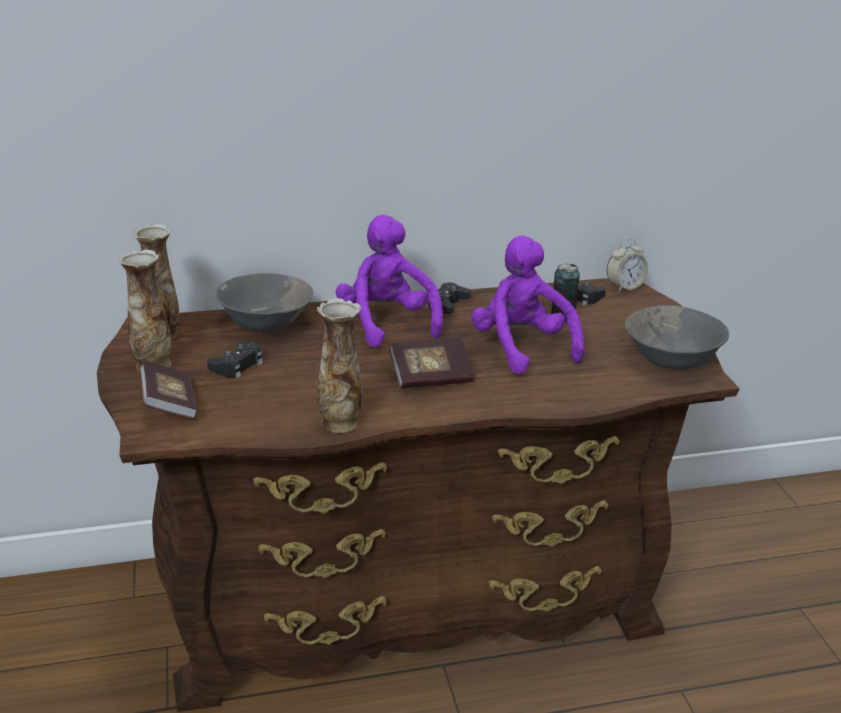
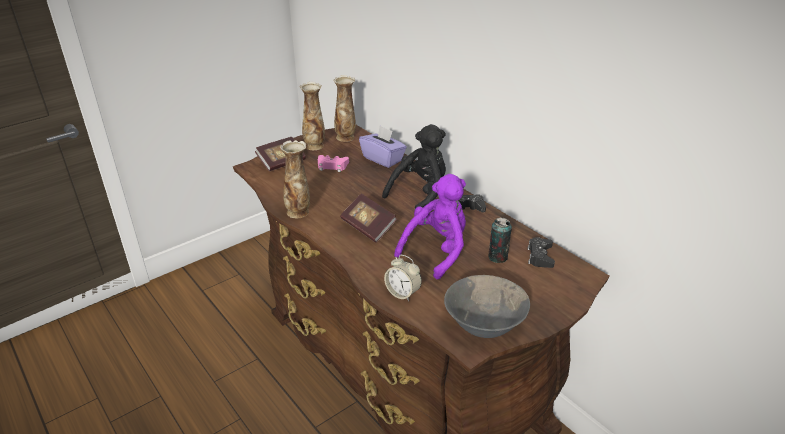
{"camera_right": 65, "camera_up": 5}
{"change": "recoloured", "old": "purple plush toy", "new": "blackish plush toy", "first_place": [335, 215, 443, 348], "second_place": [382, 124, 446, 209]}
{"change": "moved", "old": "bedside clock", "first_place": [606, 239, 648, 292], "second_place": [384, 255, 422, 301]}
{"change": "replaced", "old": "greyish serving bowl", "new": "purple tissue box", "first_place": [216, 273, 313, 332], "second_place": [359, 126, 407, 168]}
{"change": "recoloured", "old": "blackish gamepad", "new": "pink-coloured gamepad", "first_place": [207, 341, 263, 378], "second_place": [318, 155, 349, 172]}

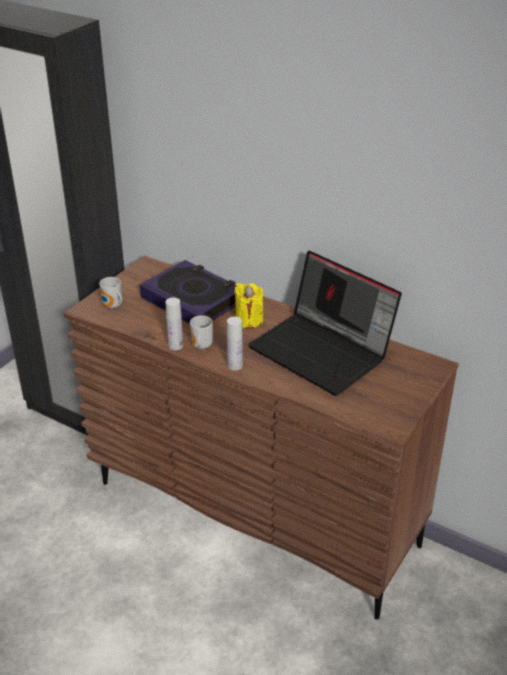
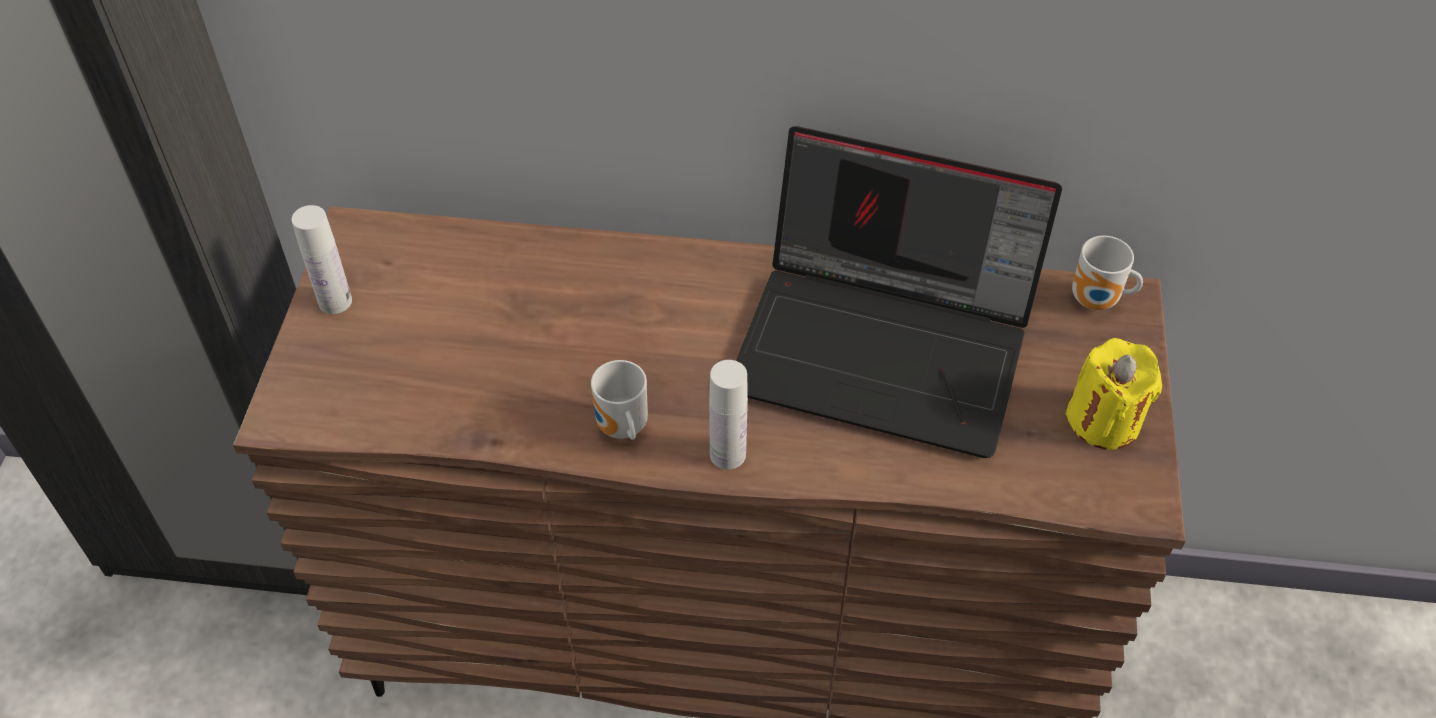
{"camera_right": -25, "camera_up": 15}
{"change": "removed", "old": "book", "first_place": [140, 260, 236, 324]}
{"change": "moved", "old": "tea mug", "first_place": [99, 277, 122, 309], "second_place": [1072, 236, 1143, 310]}
{"change": "moved", "old": "yellow wax light", "first_place": [234, 283, 263, 329], "second_place": [1065, 338, 1162, 449]}
{"change": "moved", "old": "whitish beverage bottle", "first_place": [166, 297, 183, 350], "second_place": [291, 205, 352, 314]}

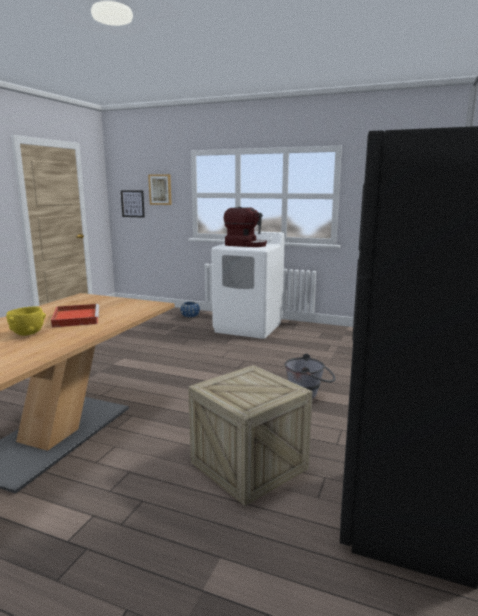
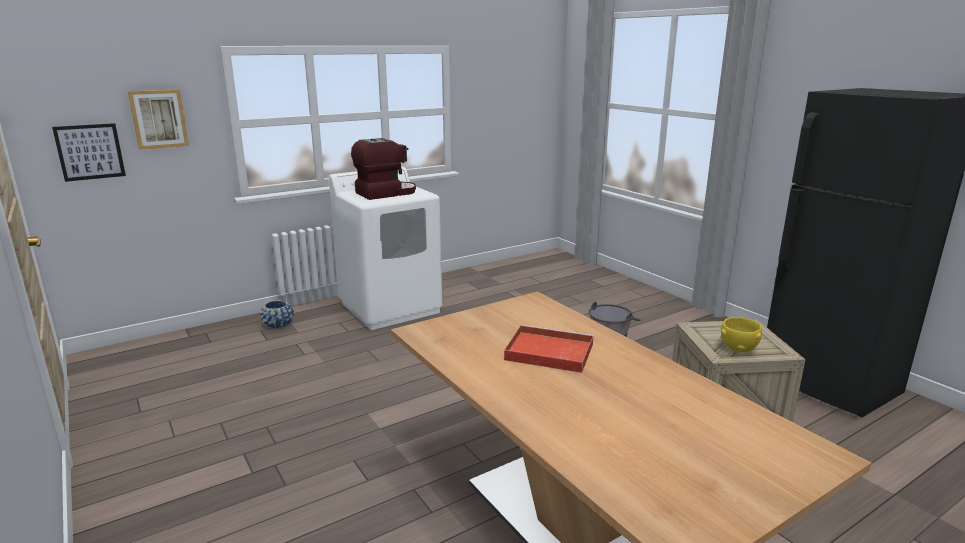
{"camera_right": -55, "camera_up": 5}
{"change": "moved", "old": "yellow serving bowl", "first_place": [6, 306, 46, 336], "second_place": [721, 317, 762, 352]}

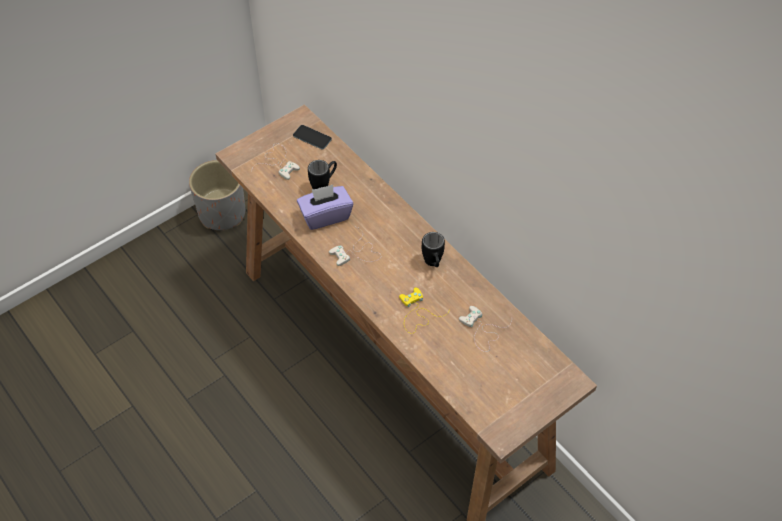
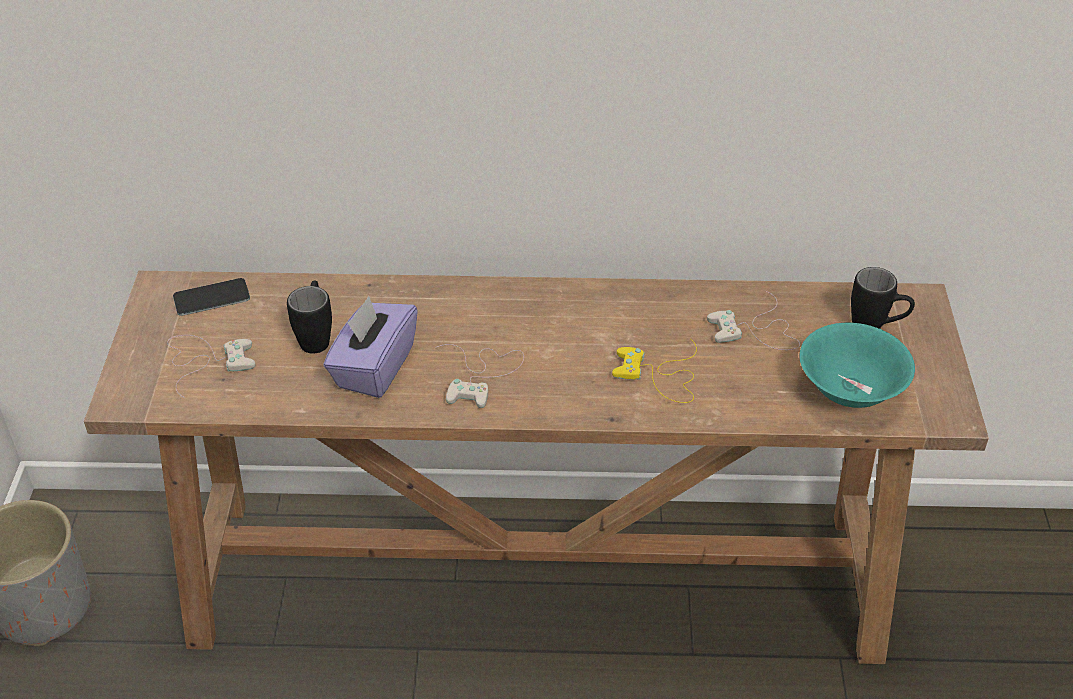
{"camera_right": -50, "camera_up": -10}
{"change": "moved", "old": "blackish tea mug", "first_place": [422, 232, 445, 267], "second_place": [851, 267, 915, 329]}
{"change": "added", "new": "turquoise-coloured serving bowl", "second_place": [800, 323, 915, 408]}

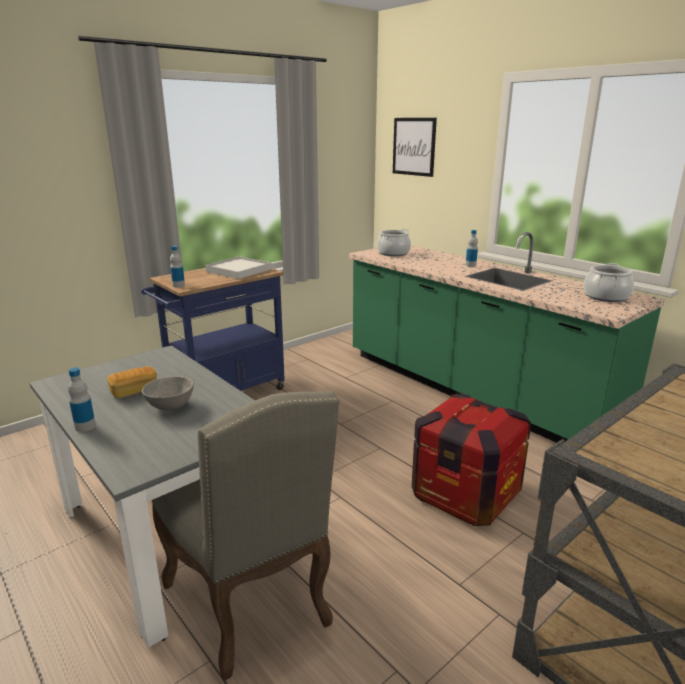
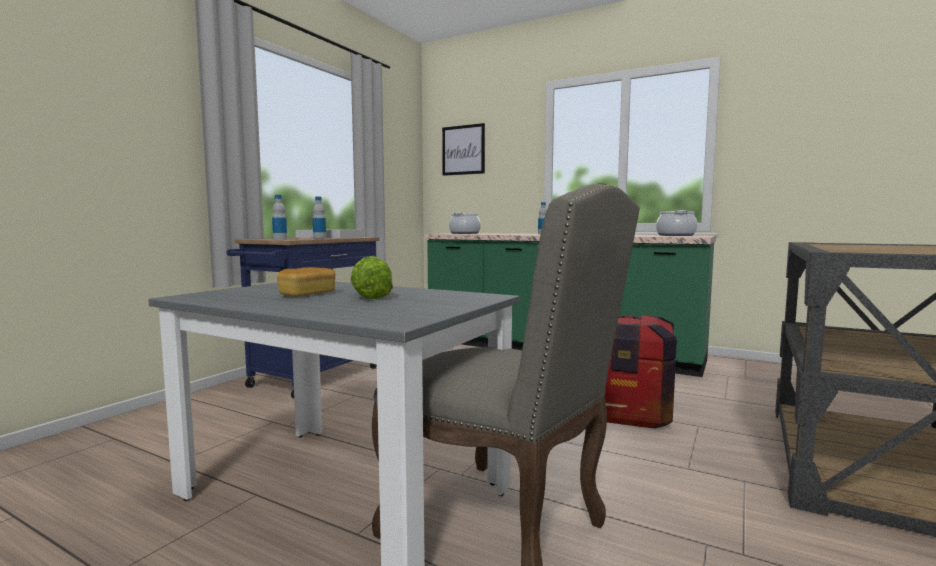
{"camera_right": -20, "camera_up": -15}
{"change": "moved", "old": "beverage bottle", "first_place": [68, 368, 96, 432], "second_place": [313, 197, 326, 239]}
{"change": "replaced", "old": "greyish serving bowl", "new": "lettuce", "first_place": [142, 376, 194, 410], "second_place": [350, 256, 393, 299]}

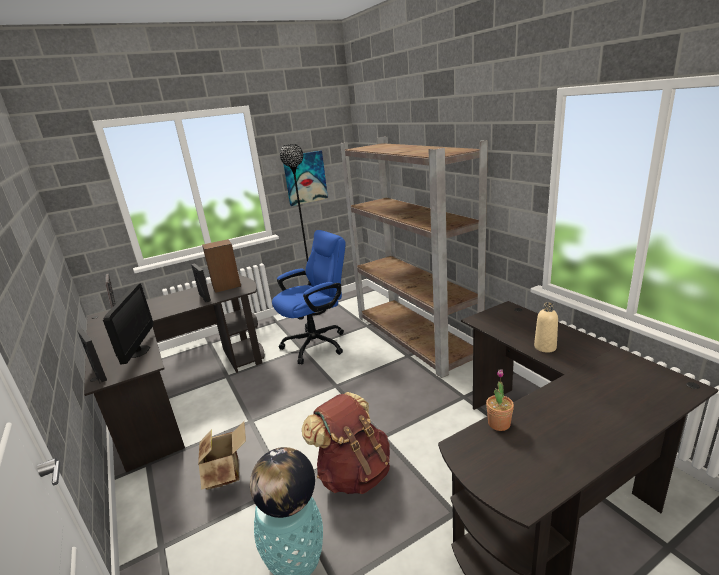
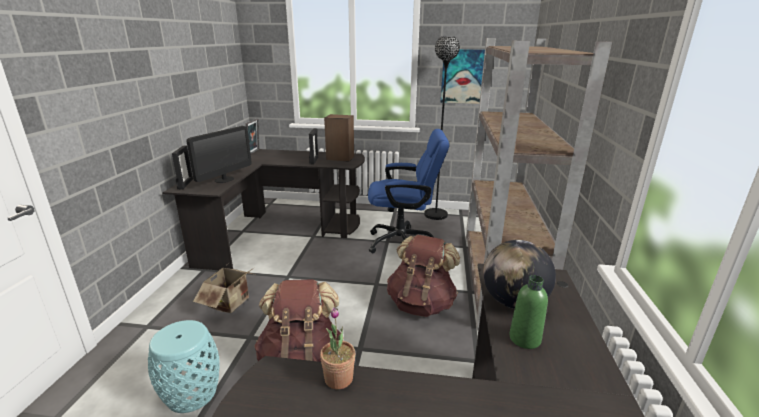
{"camera_right": 35, "camera_up": 0}
{"change": "recoloured", "old": "sand-coloured beverage bottle", "new": "green-coloured beverage bottle", "first_place": [534, 302, 558, 353], "second_place": [509, 275, 548, 349]}
{"change": "moved", "old": "world globe", "first_place": [250, 447, 315, 518], "second_place": [483, 240, 556, 309]}
{"change": "added", "new": "brownish knapsack", "second_place": [387, 235, 460, 317]}

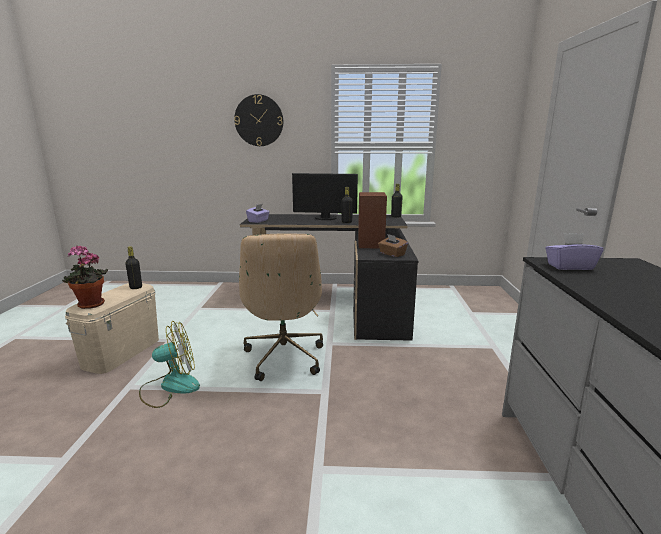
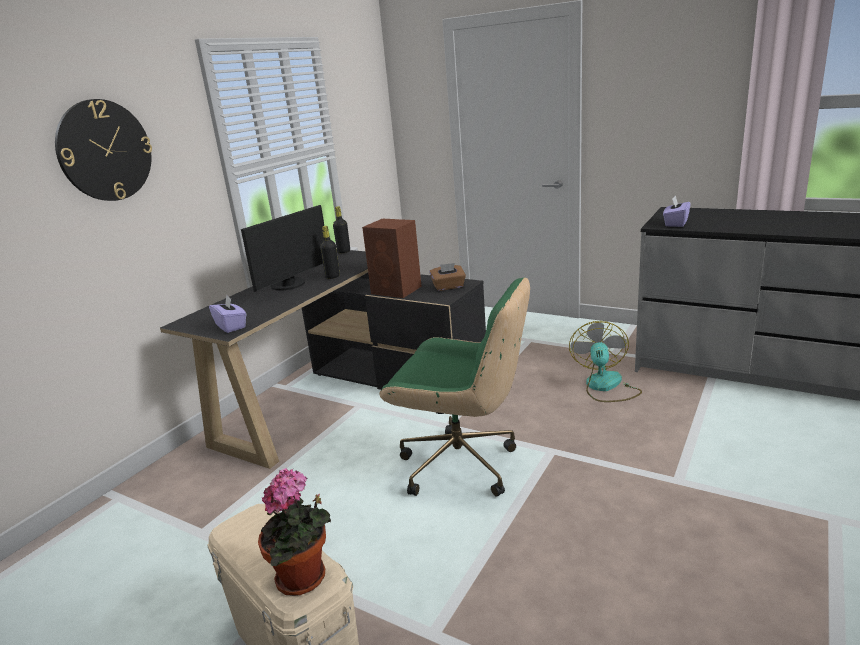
{"camera_right": -60, "camera_up": 5}
{"change": "removed", "old": "blackish beverage bottle", "first_place": [125, 246, 142, 289]}
{"change": "moved", "old": "electric fan", "first_place": [139, 321, 200, 408], "second_place": [569, 321, 642, 402]}

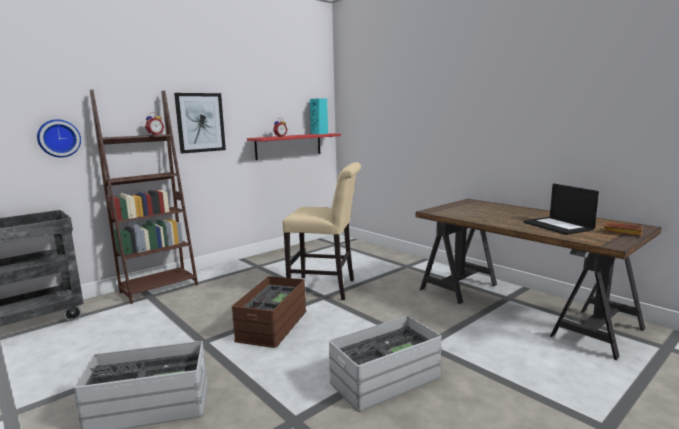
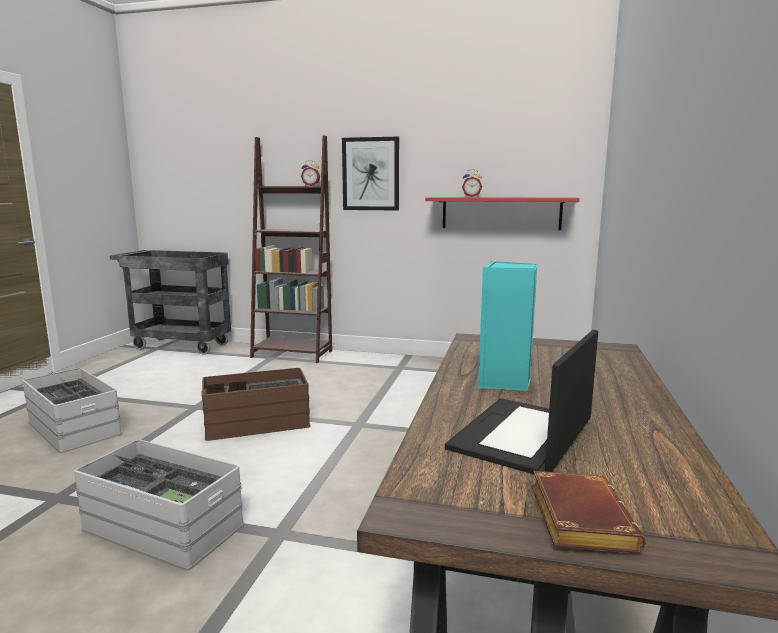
{"camera_right": 55, "camera_up": 0}
{"change": "moved", "old": "turquoise-coloured speaker", "first_place": [310, 98, 328, 134], "second_place": [478, 261, 537, 391]}
{"change": "removed", "old": "clock on the wall", "first_place": [37, 119, 81, 157]}
{"change": "removed", "old": "sand-coloured stool seat", "first_place": [283, 162, 361, 300]}

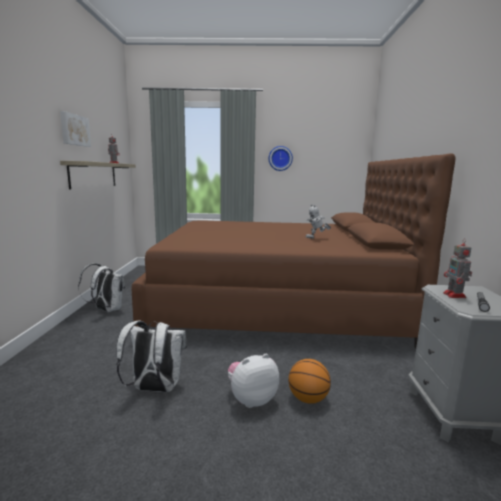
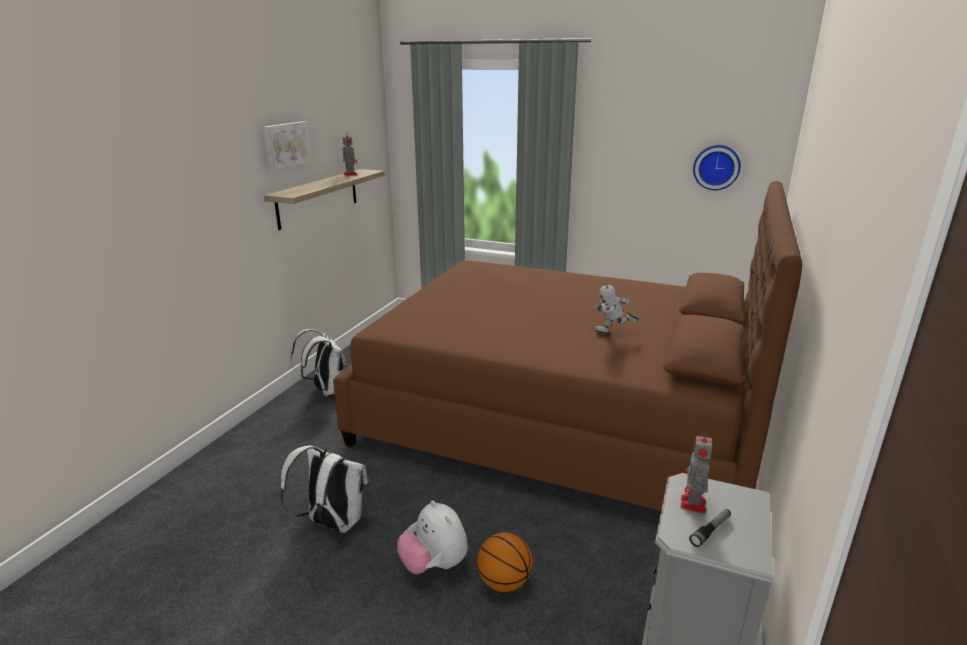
{"camera_right": 20, "camera_up": 10}
{"change": "moved", "old": "clock on the wall", "first_place": [269, 146, 293, 171], "second_place": [693, 145, 741, 190]}
{"change": "turned", "old": "plush toy", "first_place": [228, 354, 279, 408], "second_place": [397, 500, 468, 574], "degrees": -120}

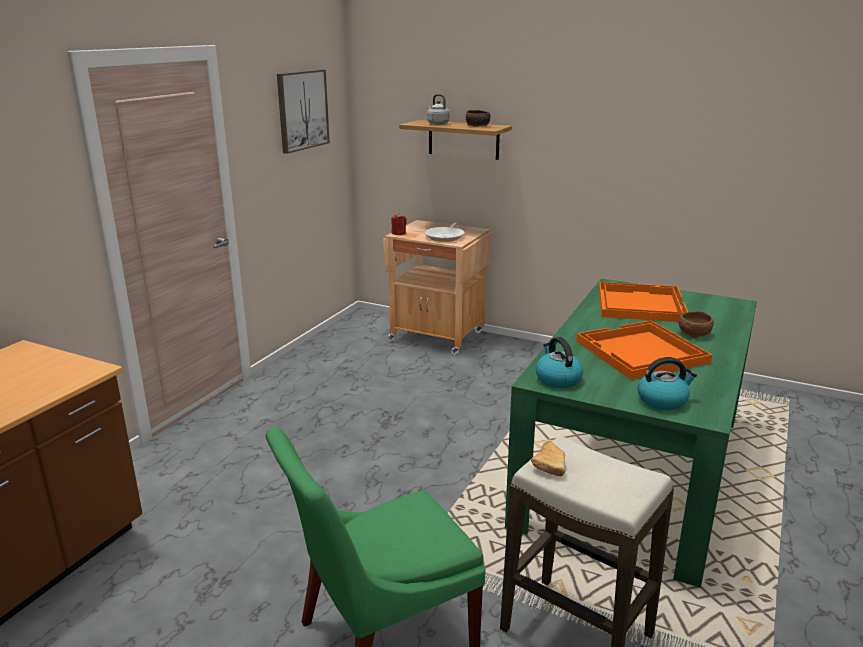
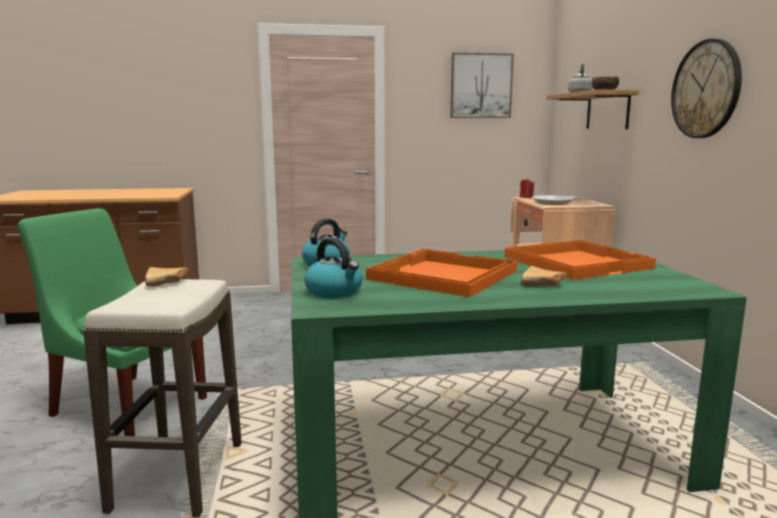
{"camera_right": 55, "camera_up": -10}
{"change": "replaced", "old": "brownish serving bowl", "new": "baked bread", "first_place": [679, 311, 714, 338], "second_place": [521, 266, 567, 286]}
{"change": "added", "new": "clock on the wall", "second_place": [671, 39, 742, 138]}

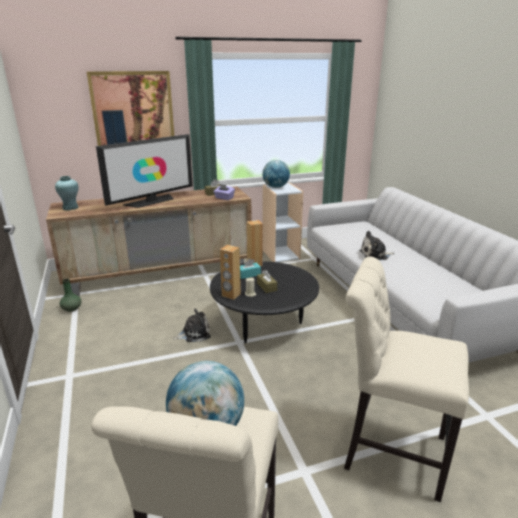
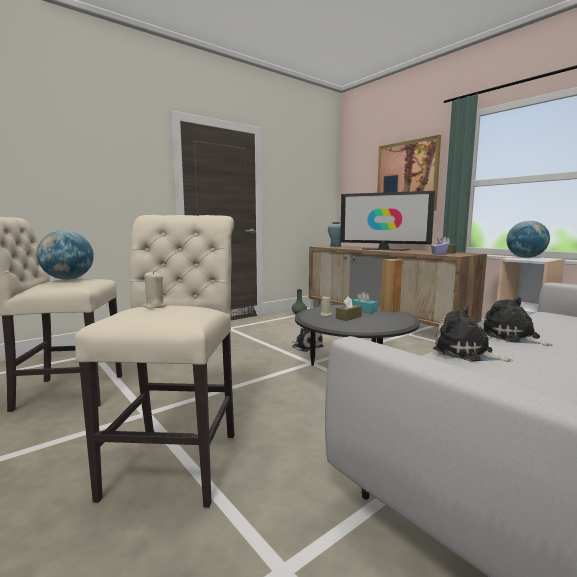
{"camera_right": 70, "camera_up": -15}
{"change": "removed", "old": "brownish speaker", "first_place": [220, 245, 241, 300]}
{"change": "added", "new": "sand-coloured wax light", "second_place": [143, 272, 166, 309]}
{"change": "added", "new": "plush toy", "second_place": [433, 306, 513, 362]}

